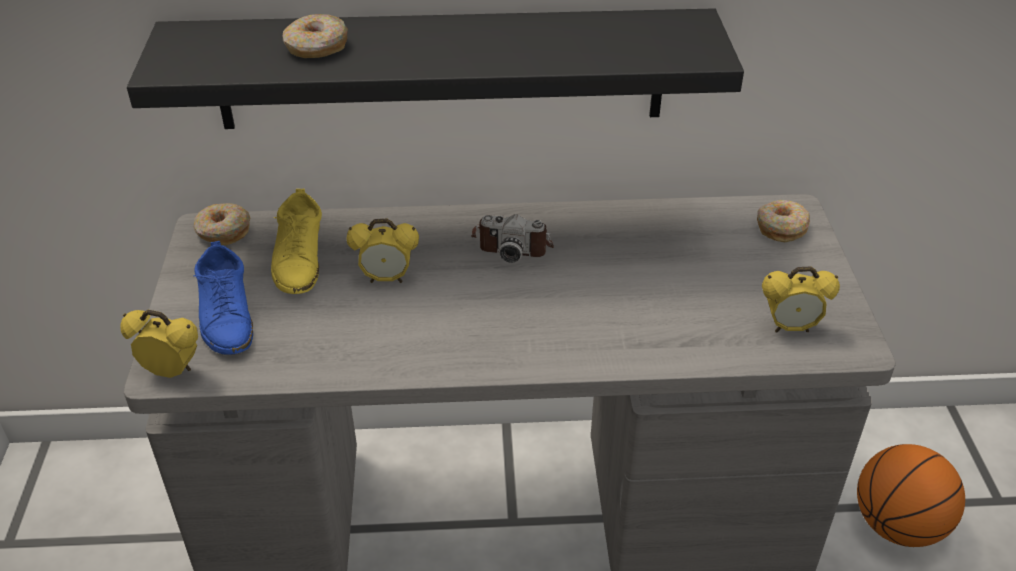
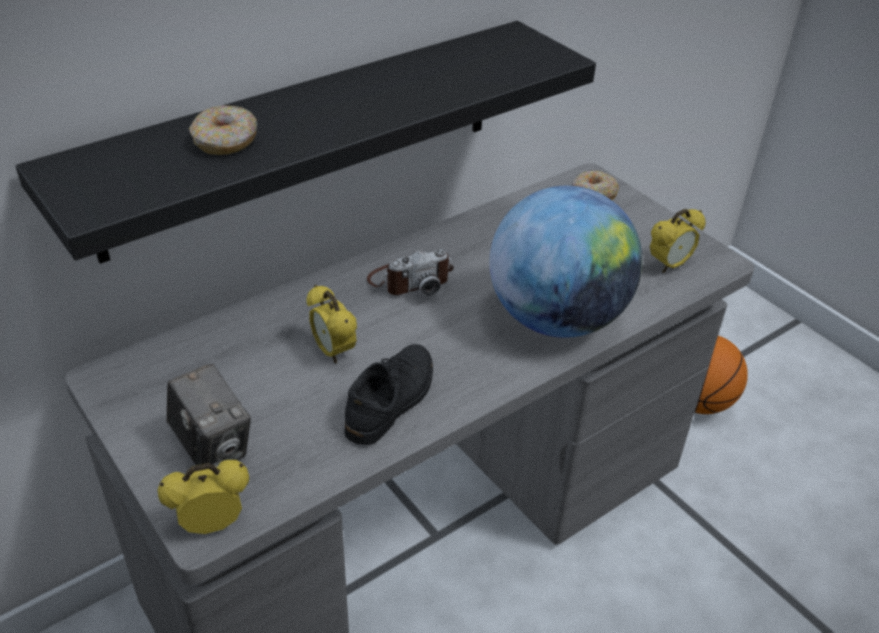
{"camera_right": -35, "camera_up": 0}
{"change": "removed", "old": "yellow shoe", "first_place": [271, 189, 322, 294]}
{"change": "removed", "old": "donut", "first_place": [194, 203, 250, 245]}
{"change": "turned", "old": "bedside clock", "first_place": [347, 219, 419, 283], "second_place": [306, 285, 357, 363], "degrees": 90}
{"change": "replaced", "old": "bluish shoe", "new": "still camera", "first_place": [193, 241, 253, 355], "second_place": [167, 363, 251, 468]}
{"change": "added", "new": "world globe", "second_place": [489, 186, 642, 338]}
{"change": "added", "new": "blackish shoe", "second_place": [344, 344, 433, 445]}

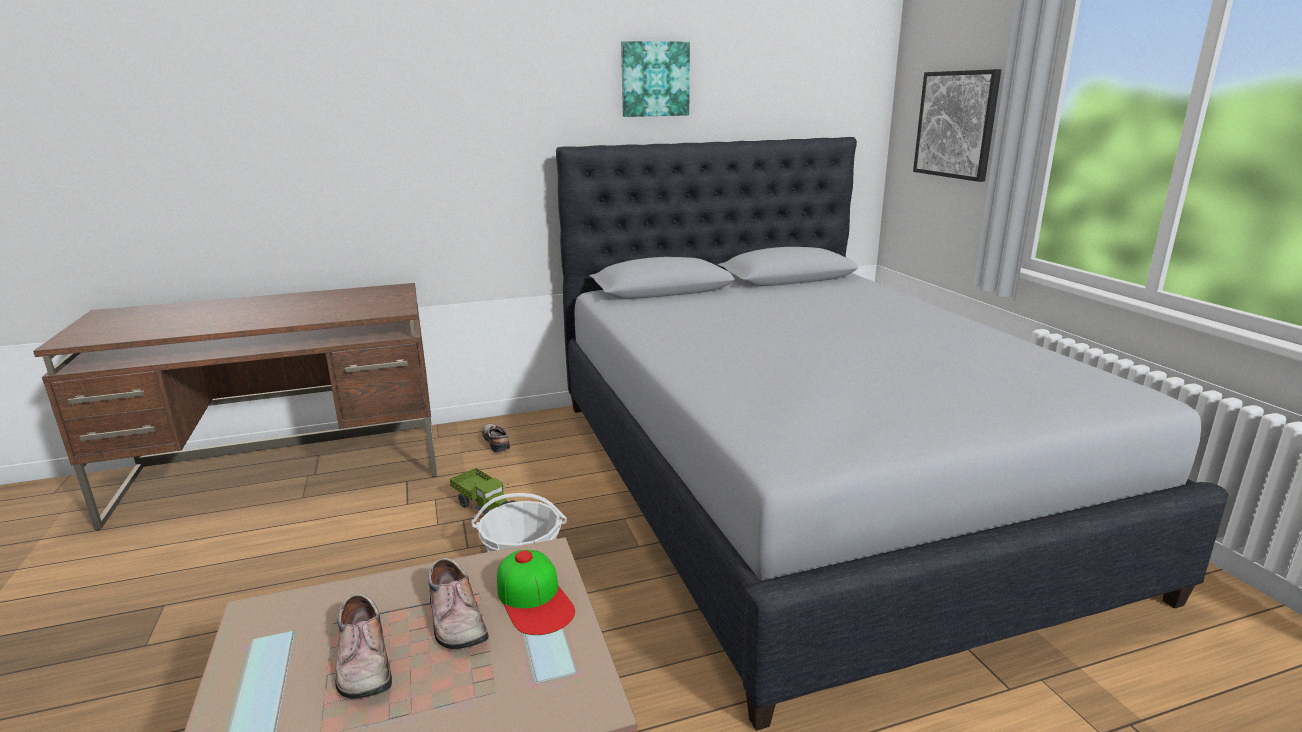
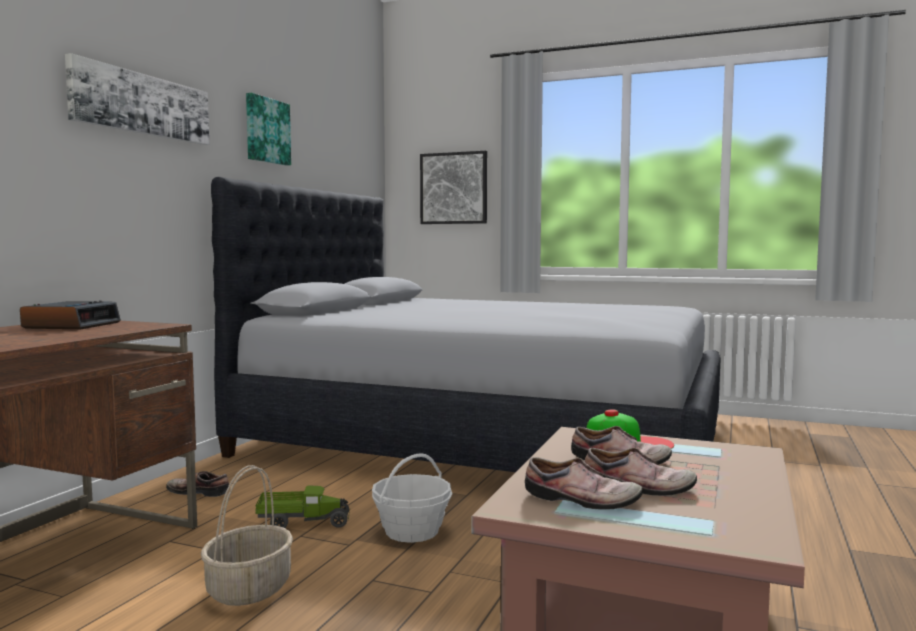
{"camera_right": -50, "camera_up": -15}
{"change": "added", "new": "wall art", "second_place": [65, 53, 209, 145]}
{"change": "added", "new": "bedside clock", "second_place": [20, 300, 121, 329]}
{"change": "added", "new": "shoe", "second_place": [525, 457, 643, 510]}
{"change": "added", "new": "household basket", "second_place": [201, 465, 293, 606]}

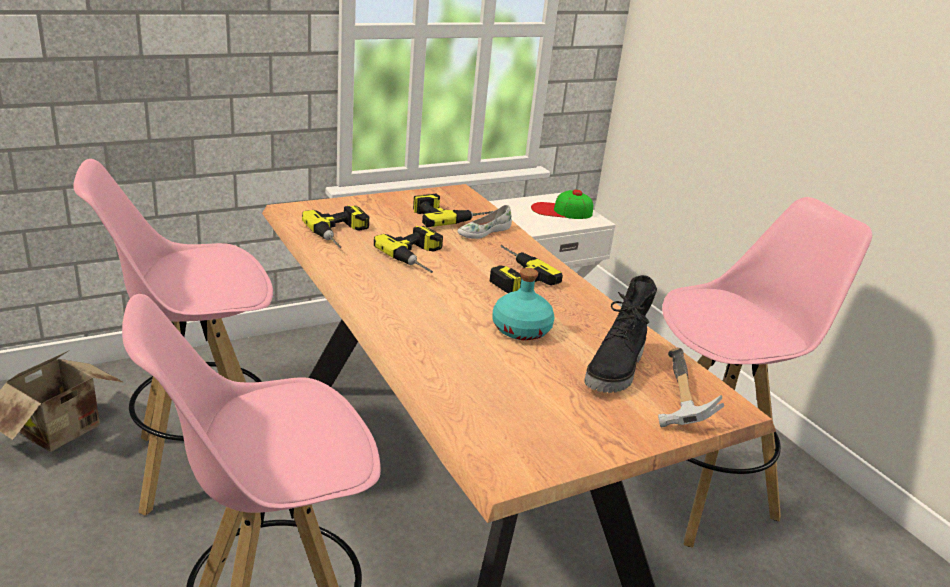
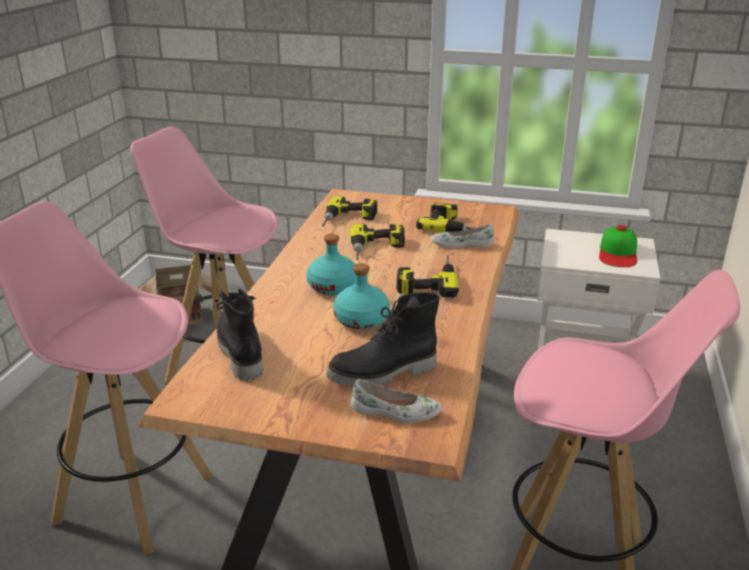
{"camera_right": 45, "camera_up": 0}
{"change": "turned", "old": "cap", "first_place": [531, 190, 593, 219], "second_place": [599, 225, 637, 267], "degrees": -120}
{"change": "replaced", "old": "tool hammer", "new": "whitish shoe", "first_place": [658, 348, 724, 427], "second_place": [351, 379, 442, 423]}
{"change": "added", "new": "turquoise-coloured beverage bottle", "second_place": [306, 234, 356, 295]}
{"change": "added", "new": "blackish high-top boot", "second_place": [216, 289, 263, 381]}

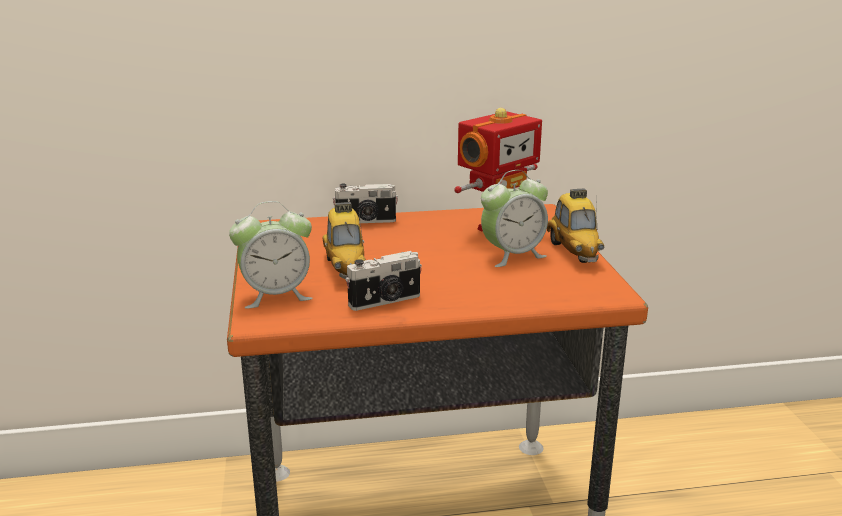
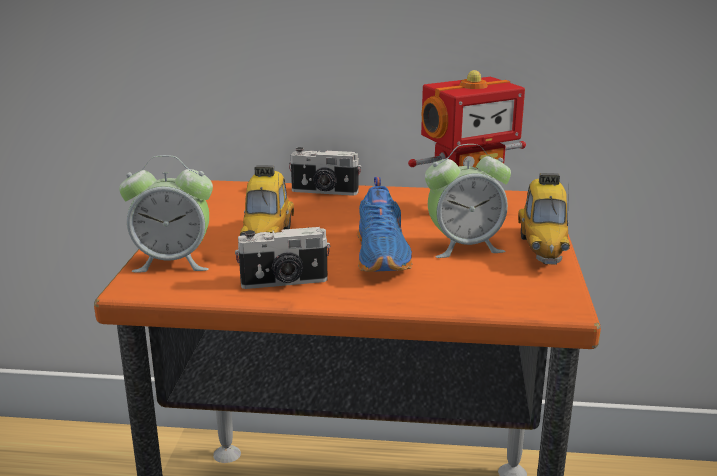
{"camera_right": 15, "camera_up": 0}
{"change": "added", "new": "bluish shoe", "second_place": [357, 177, 412, 272]}

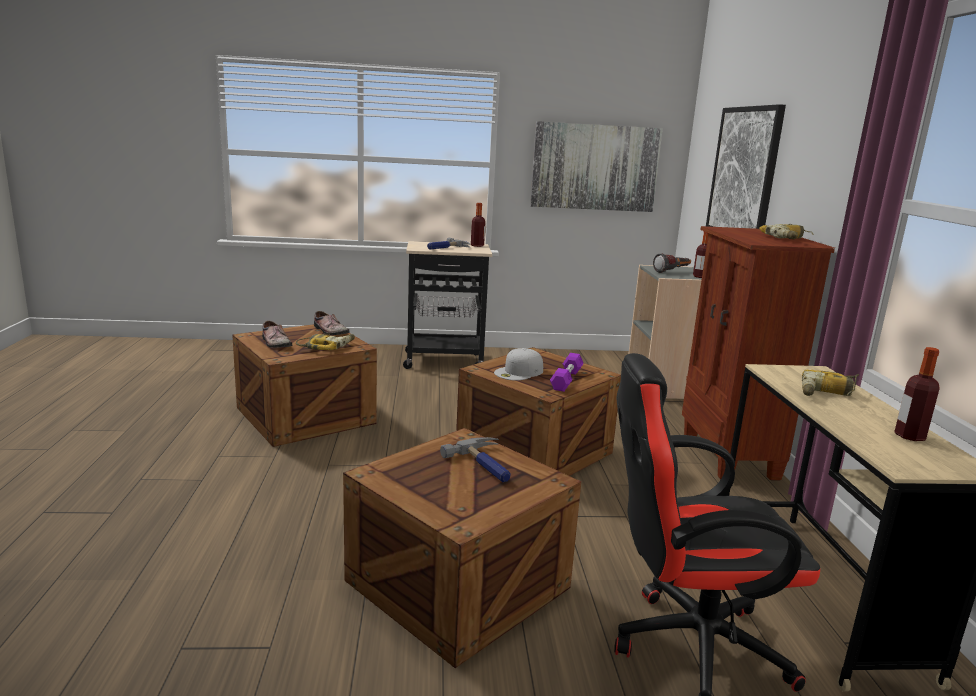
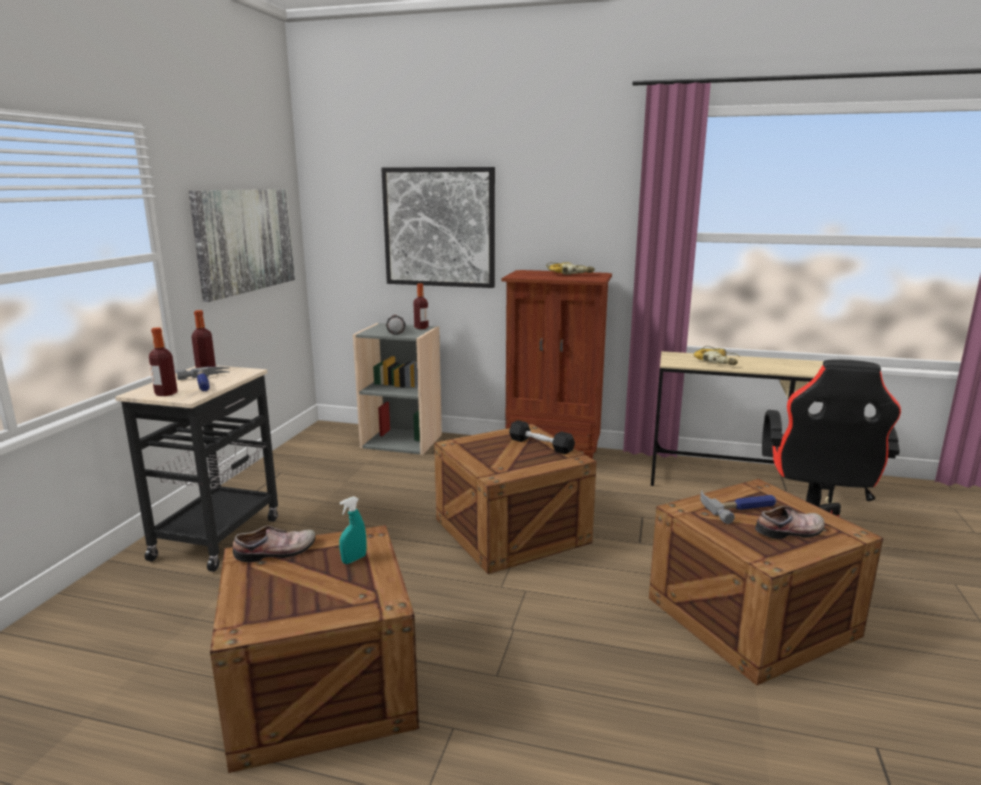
{"camera_right": -70, "camera_up": 0}
{"change": "moved", "old": "shoe", "first_place": [262, 321, 292, 348], "second_place": [755, 506, 825, 539]}
{"change": "replaced", "old": "electric drill", "new": "turquoise-coloured sprayer", "first_place": [296, 334, 355, 350], "second_place": [339, 496, 366, 564]}
{"change": "moved", "old": "beverage bottle", "first_place": [894, 347, 940, 441], "second_place": [149, 327, 178, 396]}
{"change": "removed", "old": "whitish cap", "first_place": [494, 348, 543, 381]}
{"change": "recoloured", "old": "purple dumbbell", "new": "blackish dumbbell", "first_place": [550, 353, 584, 392], "second_place": [509, 420, 575, 454]}

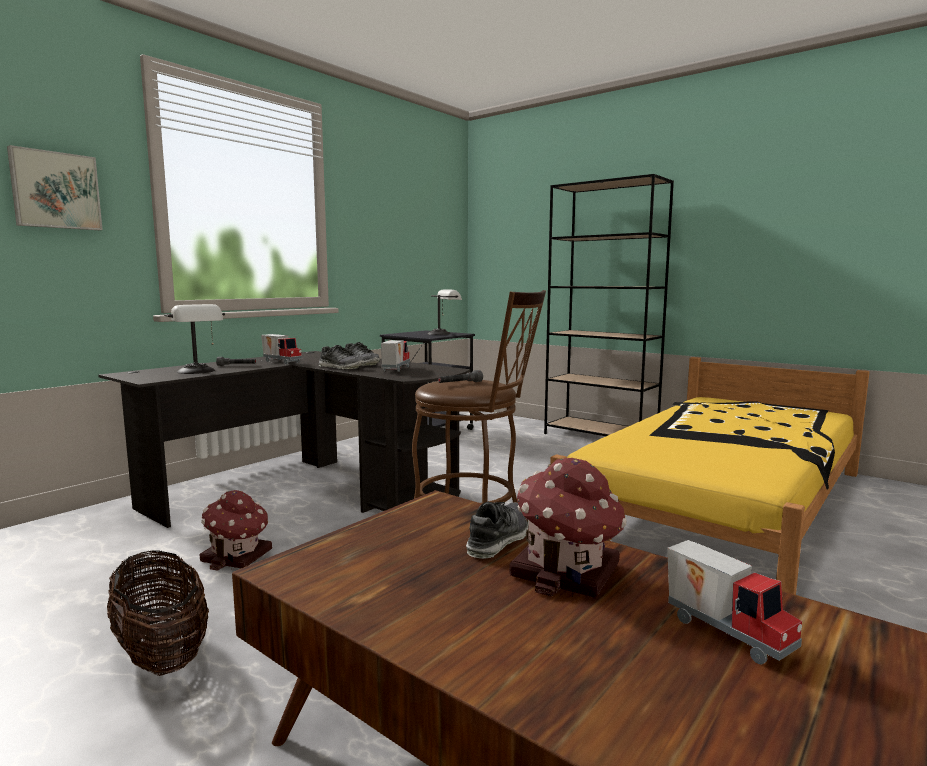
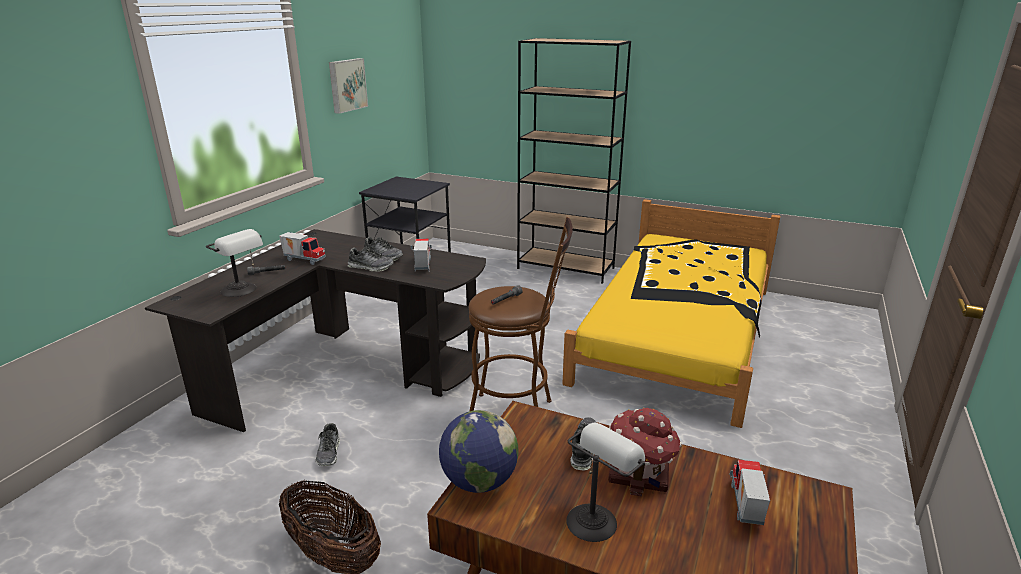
{"camera_right": -15, "camera_up": 15}
{"change": "moved", "old": "wall art", "first_place": [7, 145, 103, 230], "second_place": [329, 58, 368, 114]}
{"change": "moved", "old": "tabletop lamp", "first_place": [428, 289, 462, 335], "second_place": [566, 423, 645, 542]}
{"change": "replaced", "old": "miniature house", "new": "shoe", "first_place": [199, 490, 272, 571], "second_place": [316, 423, 340, 466]}
{"change": "turned", "old": "toy lorry", "first_place": [667, 540, 802, 664], "second_place": [729, 460, 770, 525], "degrees": -120}
{"change": "added", "new": "world globe", "second_place": [439, 410, 518, 493]}

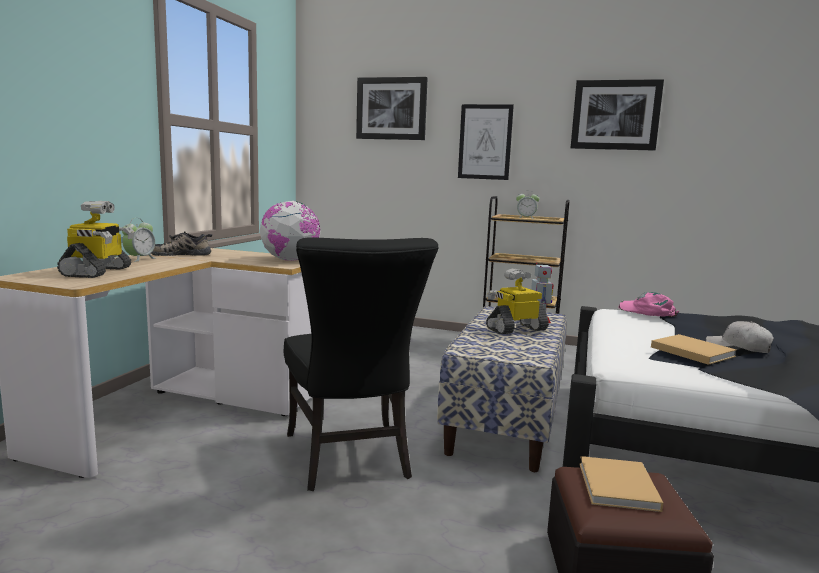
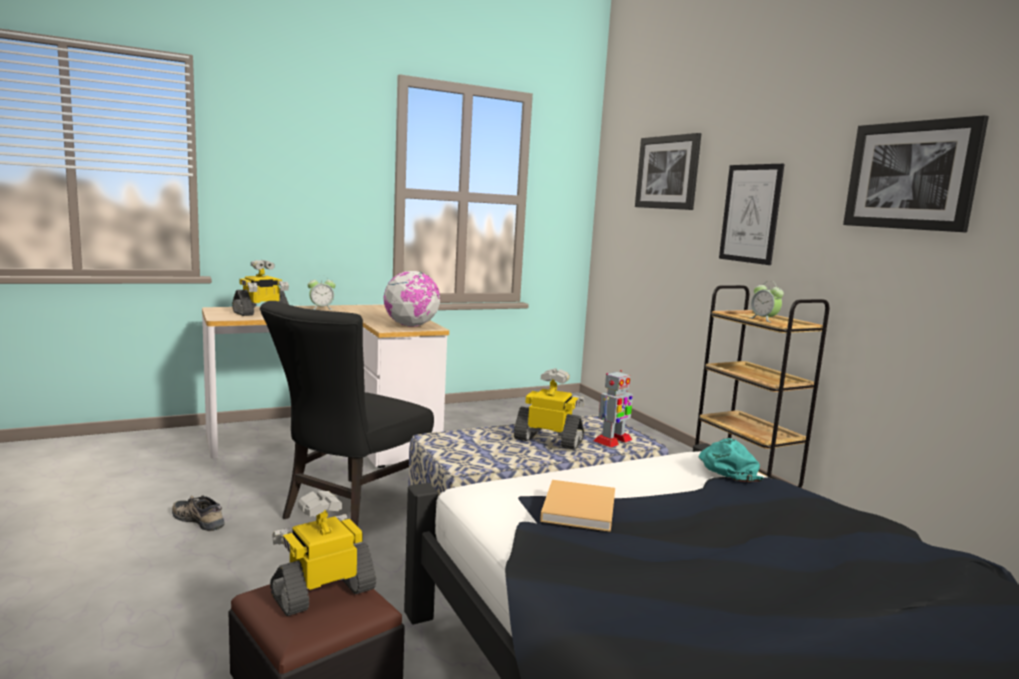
{"camera_right": 45, "camera_up": 0}
{"change": "moved", "old": "shoe", "first_place": [151, 231, 213, 256], "second_place": [172, 496, 225, 531]}
{"change": "recoloured", "old": "pink-coloured cap", "new": "turquoise-coloured cap", "first_place": [618, 292, 679, 317], "second_place": [699, 438, 764, 482]}
{"change": "removed", "old": "whitish cap", "first_place": [706, 321, 774, 353]}
{"change": "replaced", "old": "sand-coloured book", "new": "model robot", "first_place": [579, 456, 663, 512], "second_place": [270, 491, 376, 616]}

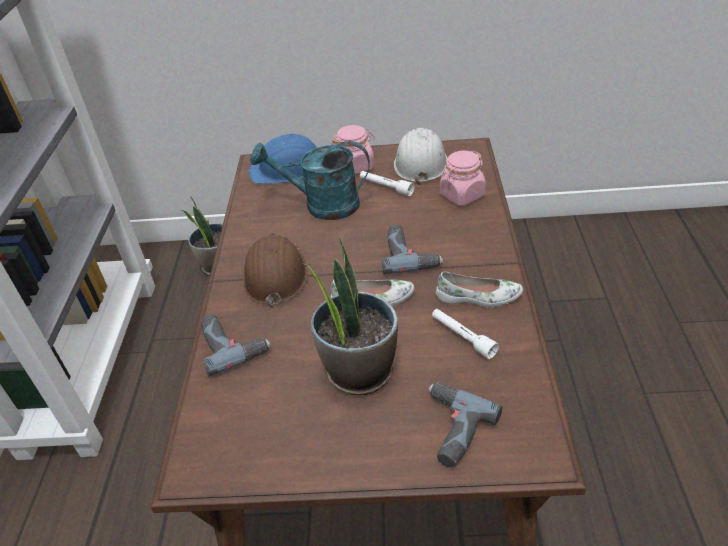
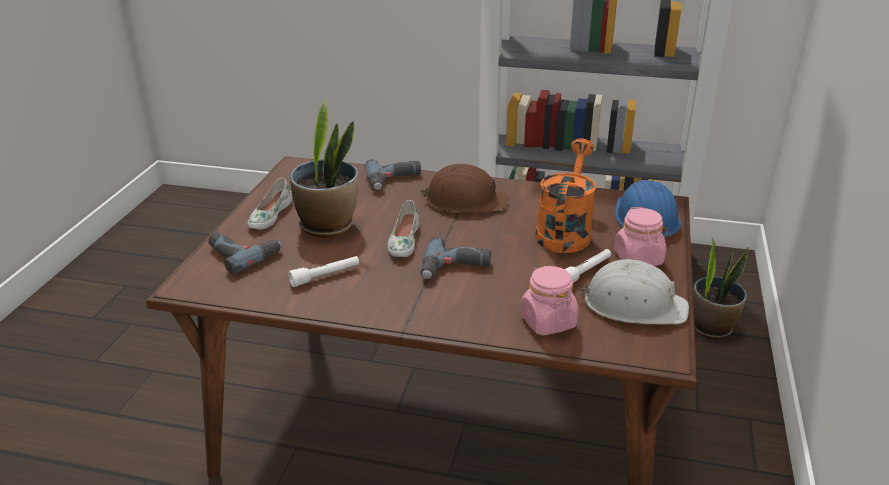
{"camera_right": 100, "camera_up": -10}
{"change": "recoloured", "old": "turquoise-coloured watering can", "new": "orange watering can", "first_place": [250, 141, 370, 220], "second_place": [535, 138, 597, 253]}
{"change": "moved", "old": "whitish shoe", "first_place": [436, 271, 523, 307], "second_place": [247, 178, 292, 230]}

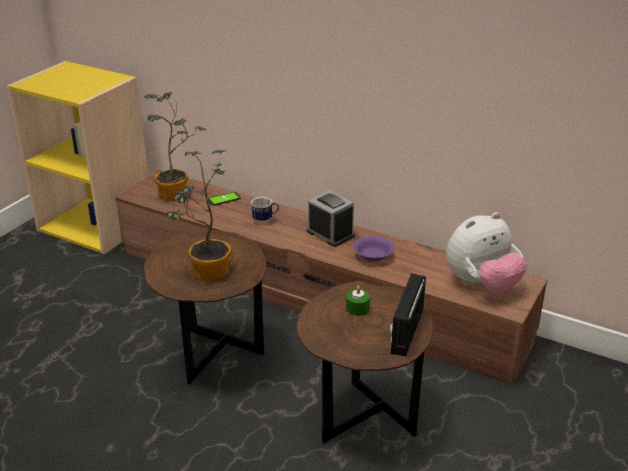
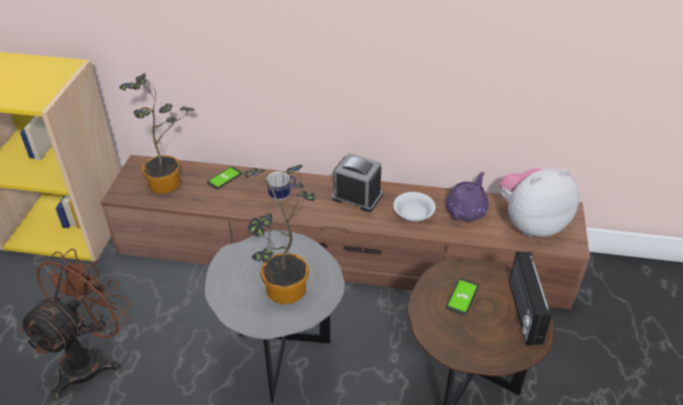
{"camera_right": -20, "camera_up": 10}
{"change": "turned", "old": "plush toy", "first_place": [446, 212, 527, 293], "second_place": [500, 168, 580, 237], "degrees": -150}
{"change": "recoloured", "old": "brownish end table", "new": "greyish end table", "first_place": [144, 231, 267, 385], "second_place": [205, 230, 345, 403]}
{"change": "recoloured", "old": "purple serving bowl", "new": "whitish serving bowl", "first_place": [353, 236, 394, 262], "second_place": [393, 192, 436, 222]}
{"change": "replaced", "old": "green-coloured wax light", "new": "phone", "first_place": [346, 286, 370, 316], "second_place": [446, 278, 479, 315]}
{"change": "added", "new": "purple pot for tea", "second_place": [446, 172, 489, 221]}
{"change": "added", "new": "brownish electric fan", "second_place": [19, 249, 131, 399]}

